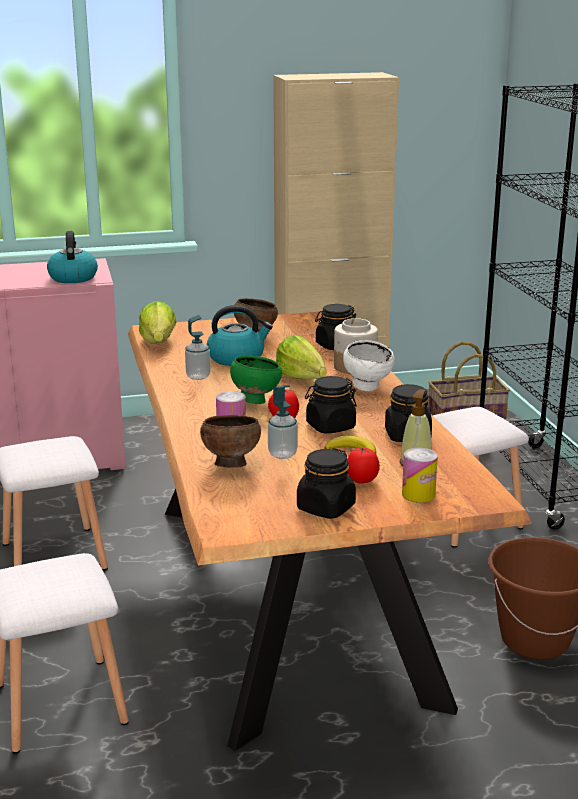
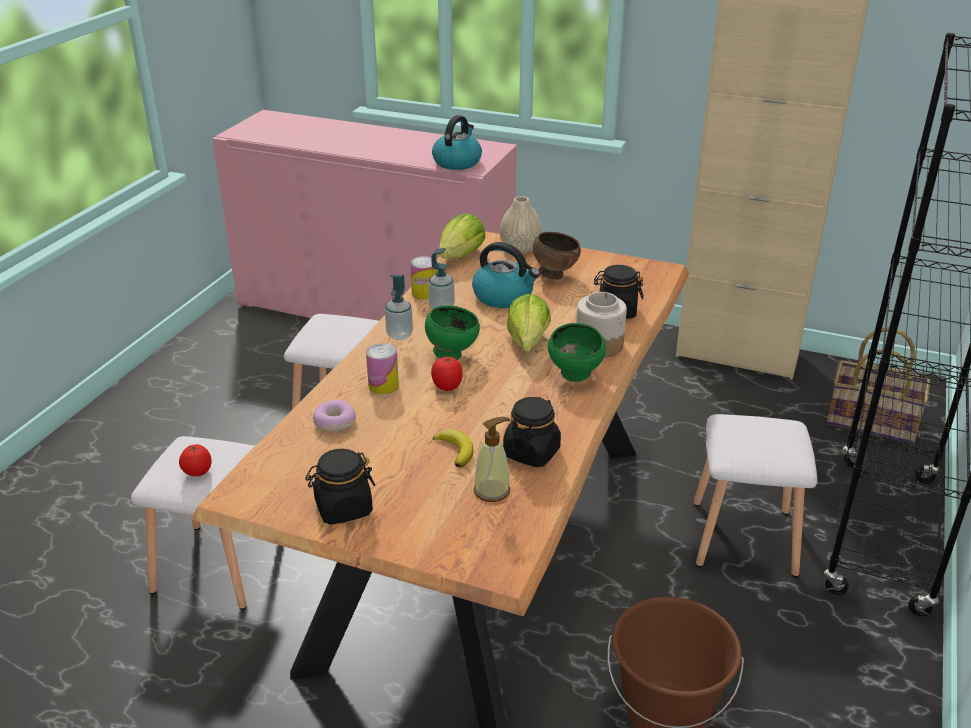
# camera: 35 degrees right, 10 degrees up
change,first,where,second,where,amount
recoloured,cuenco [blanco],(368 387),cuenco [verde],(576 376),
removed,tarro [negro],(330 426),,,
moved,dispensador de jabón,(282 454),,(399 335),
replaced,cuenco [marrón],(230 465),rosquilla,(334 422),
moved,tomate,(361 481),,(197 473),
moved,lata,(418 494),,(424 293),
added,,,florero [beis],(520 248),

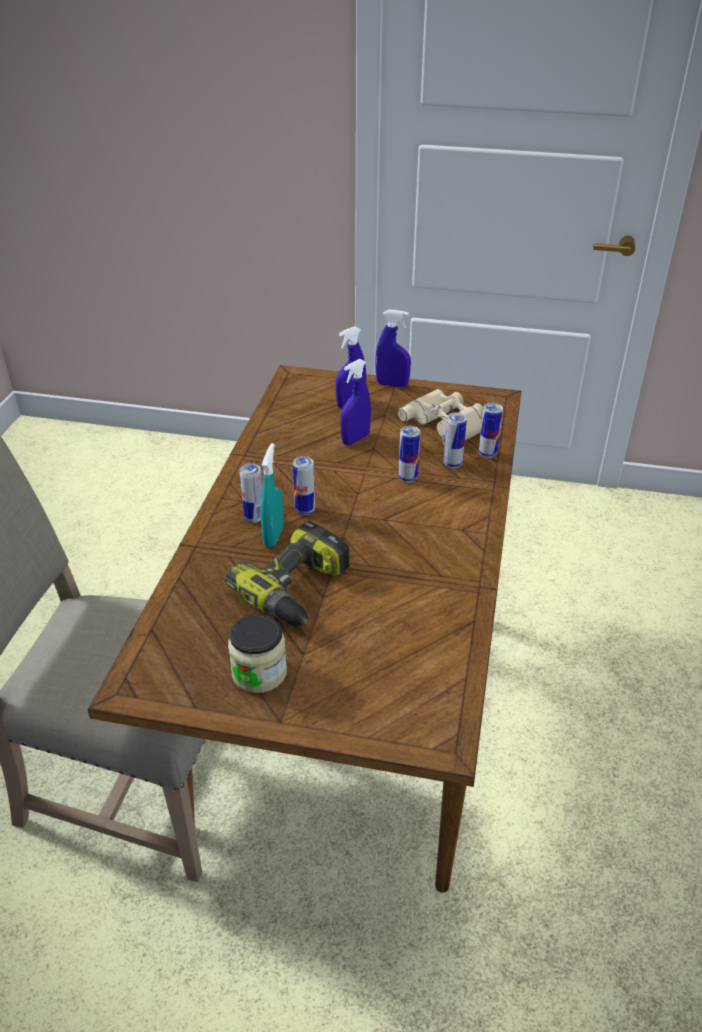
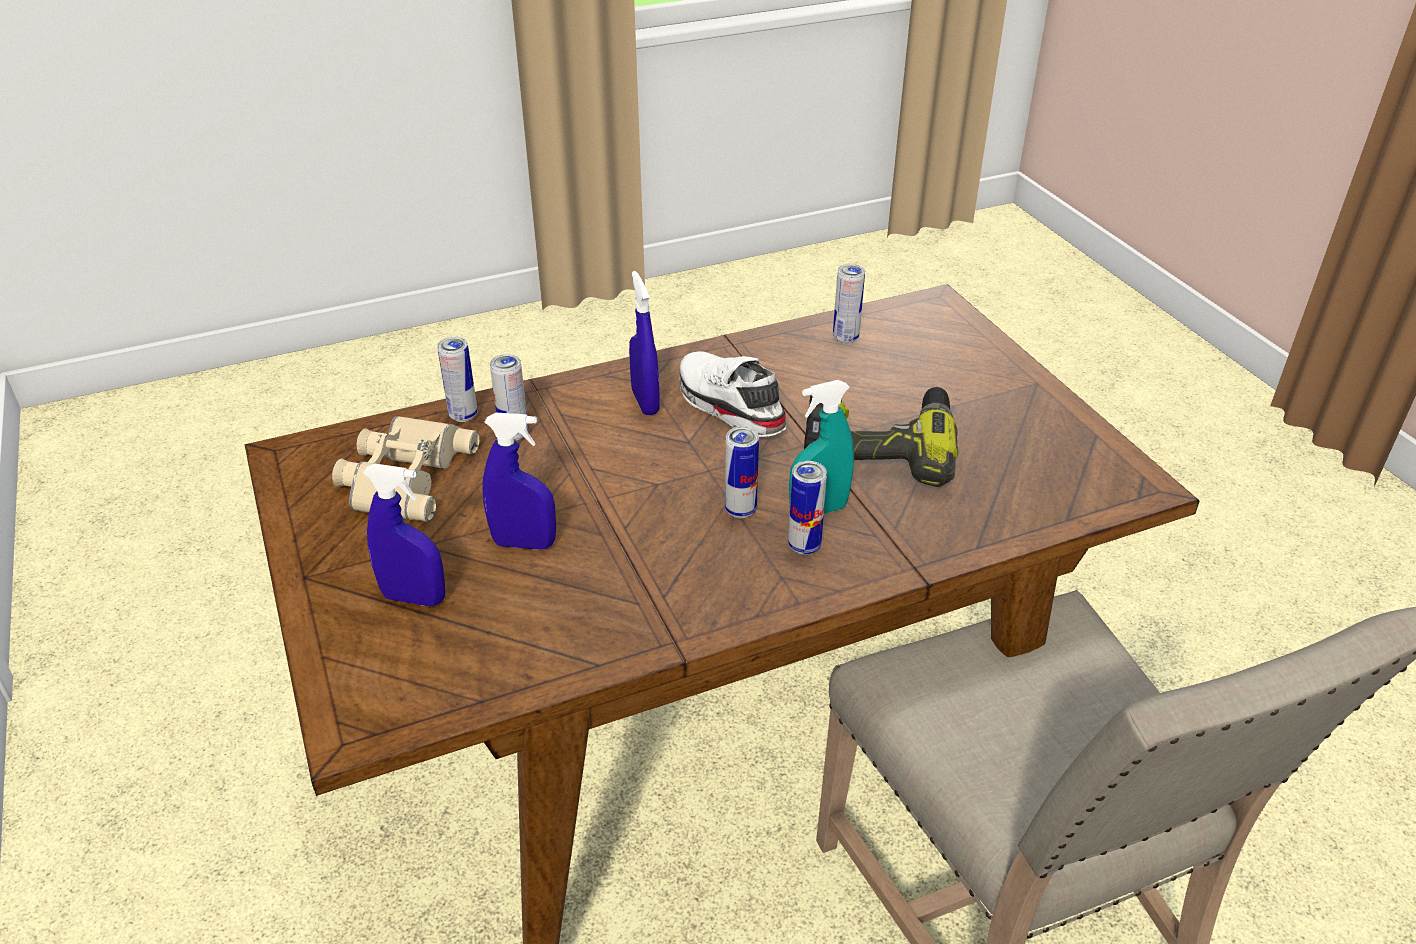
# camera: 125 degrees left, 0 degrees up
change,first,where,second,where,amount
moved,pulverizador [azul],(392 384),,(645 402),
moved,lata,(407 478),,(845 338),
removed,tarro,(259 672),,,
added,,,zapato [blanco],(727 407),

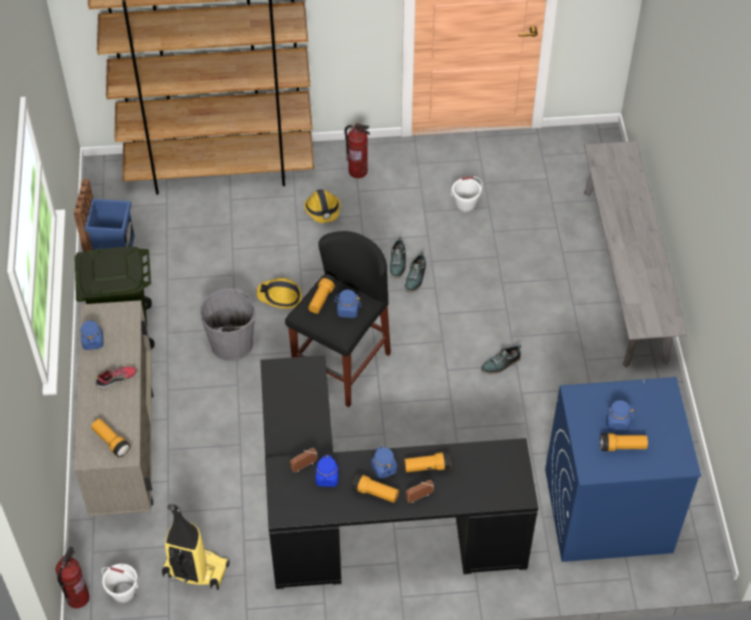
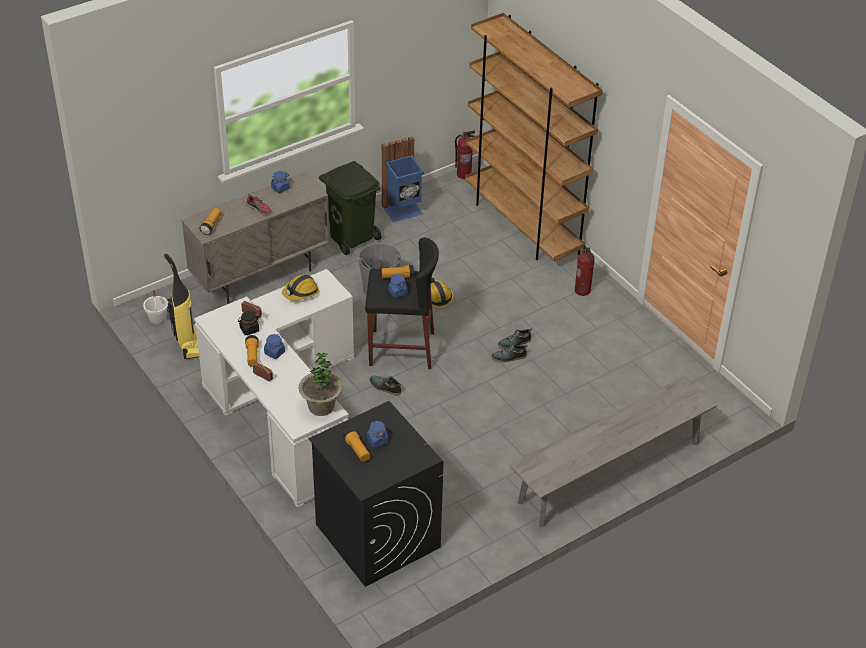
# camera: 60 degrees right, 10 degrees down
change,first,where,second,where,amount
removed,cubo [blanco],(465 205),,,
moved,casco,(323 210),,(301 293),
moved,zapato,(501 364),,(385 387),
recoloured,escritorio [negro],(368 521),escritorio [blanco],(283 410),
recoloured,lavadora [azul],(607 511),lavadora [negro],(376 535),
removed,linterna,(427 467),,,
recoloured,tarro [azul],(327 478),tarro [negro],(249 329),
moved,extintor,(77 597),,(464 174),
added,,,planta en maceta,(321 407),

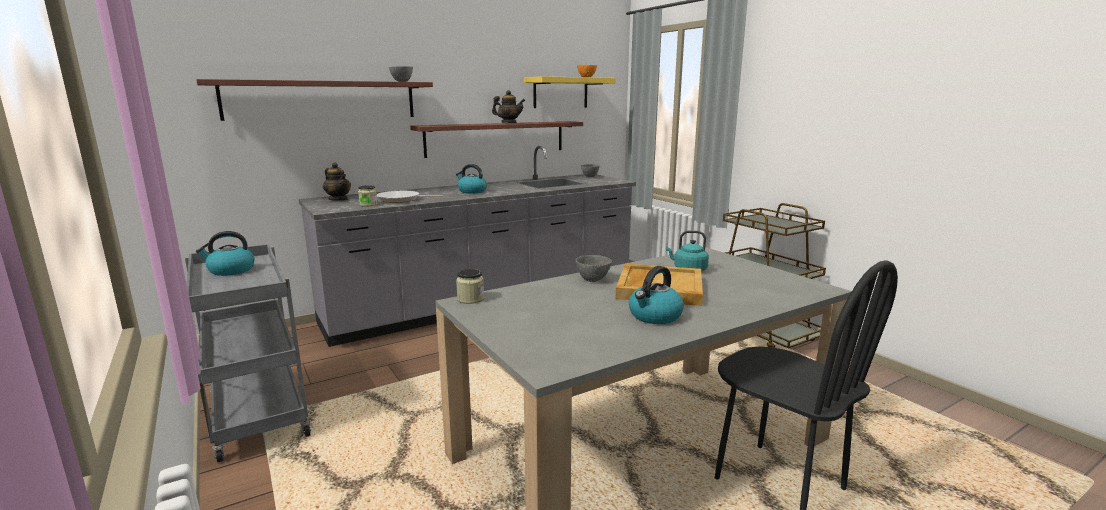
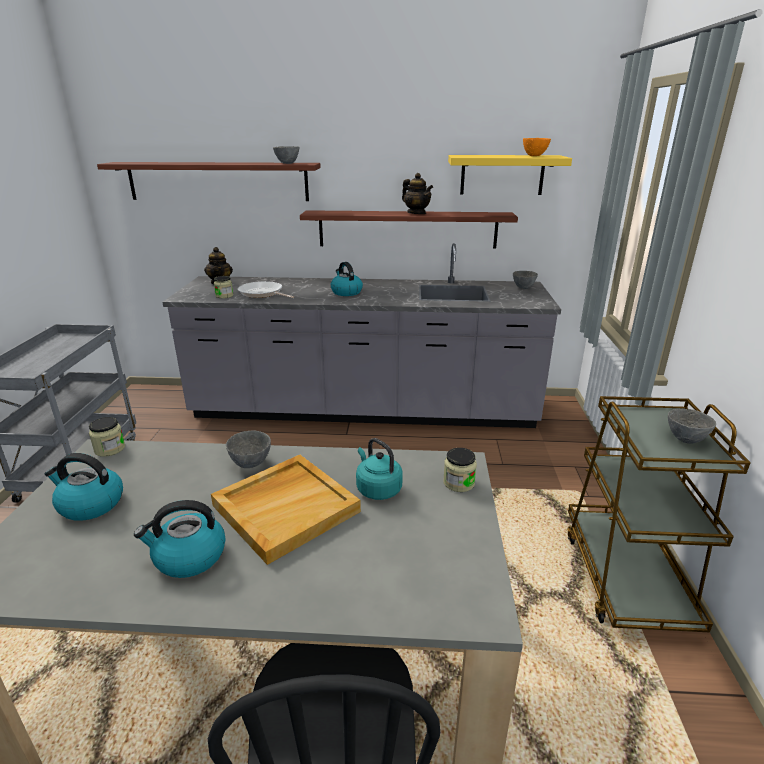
# camera: 35 degrees right, 10 degrees up
change,first,where,second,where,amount
moved,hervidor,(230 270),,(90 504),
added,,,cuenco [gris],(685 440),
added,,,tarro,(458 483),

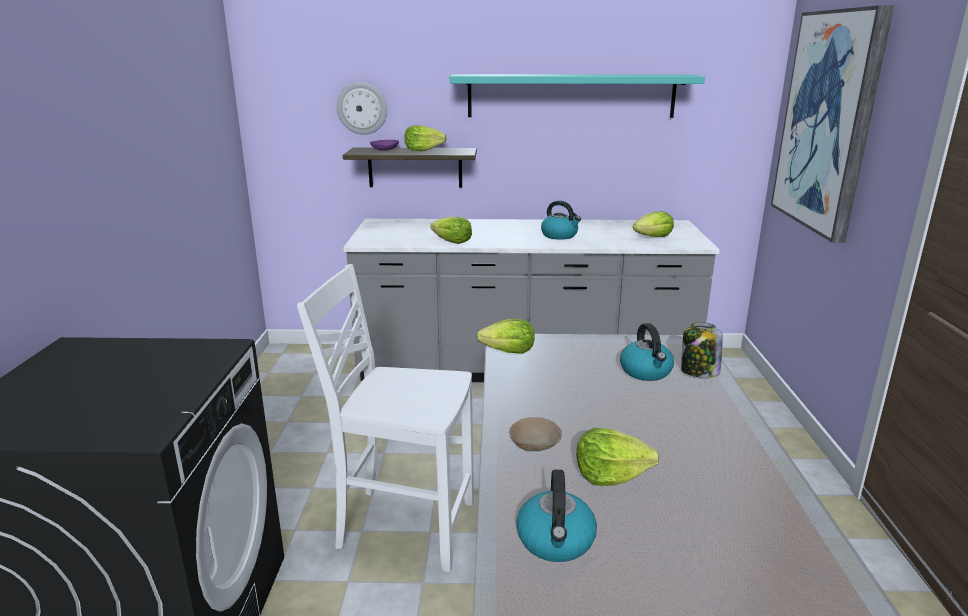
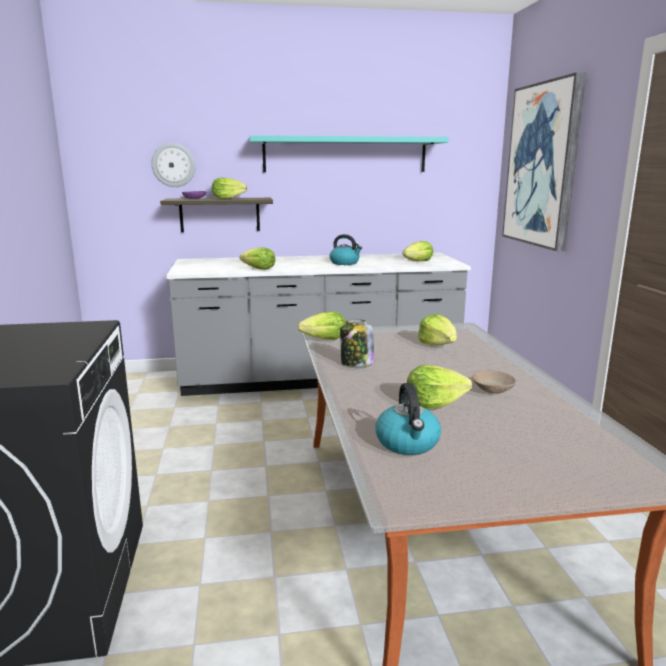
# camera: 10 degrees left, 5 degrees down
change,first,where,second,where,amount
removed,silla [blanco],(404 525),,,
moved,tarro,(699 372),,(356 363),
replaced,hervidor,(646 371),lechuga,(437 344),
moved,cuenco [beis],(535 443),,(493 389),

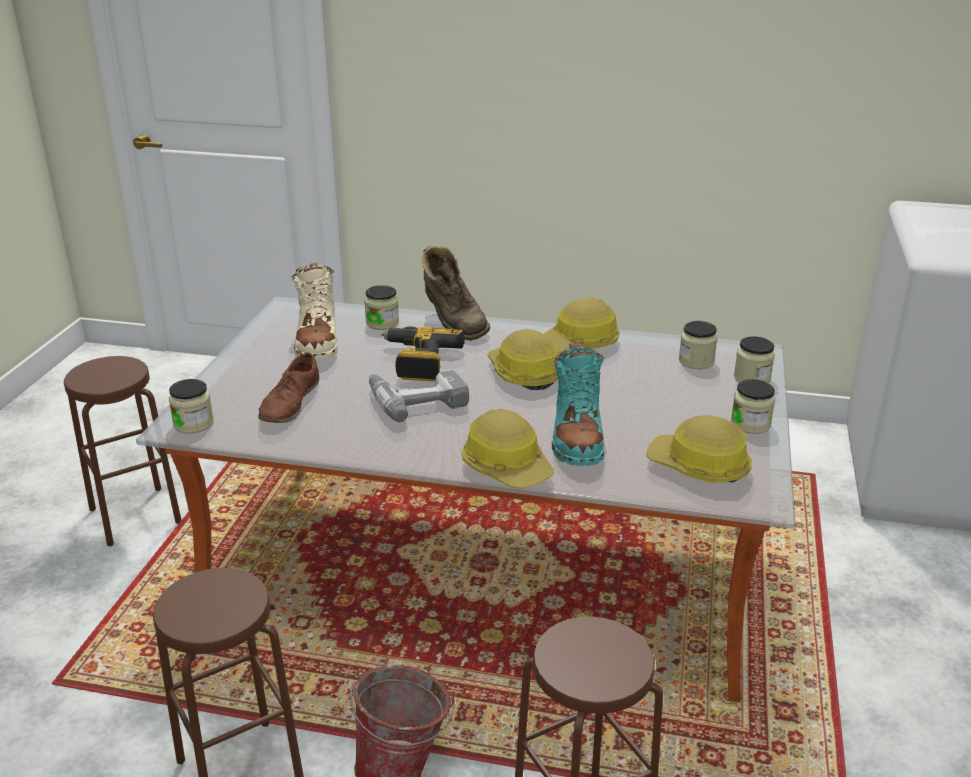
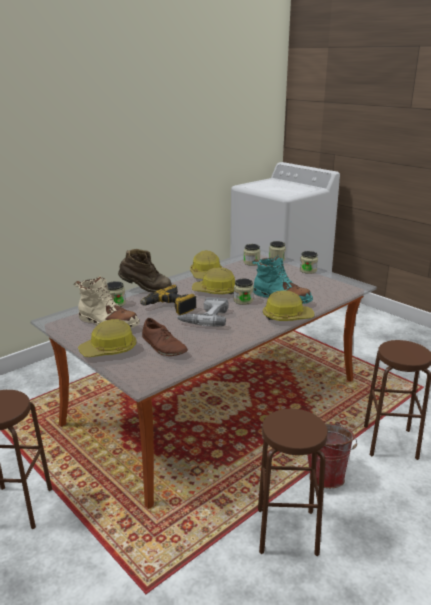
# camera: 55 degrees left, 5 degrees down
change,first,where,second,where,amount
moved,tarro,(193 423),,(243 301),
moved,casco,(699 467),,(109 350),

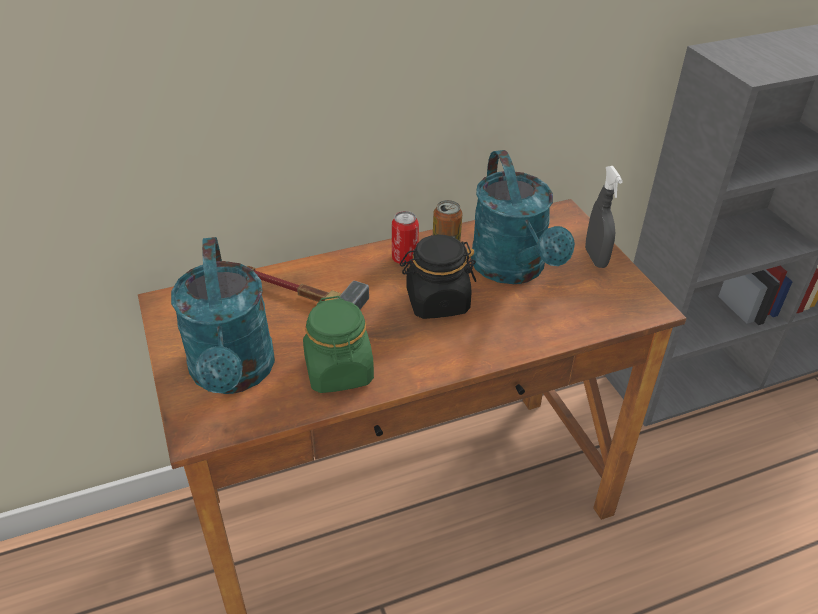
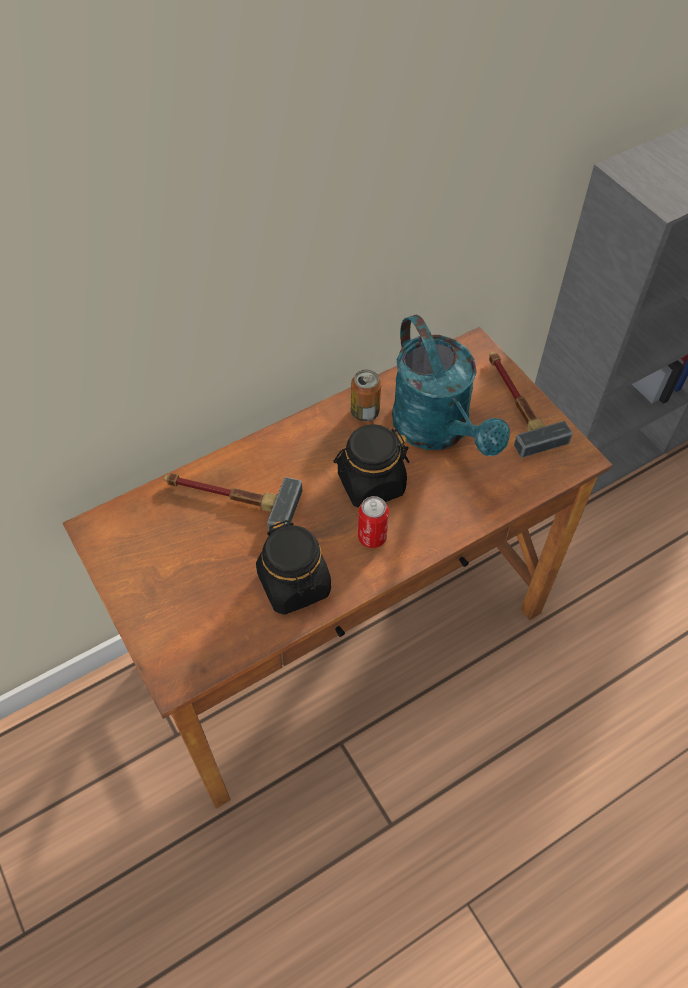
# camera: 10 degrees left, 15 degrees up
change,first,where,second,where,amount
replaced,pulverizador [gris],(595 258),martillo,(516 403),
moved,lata,(404 258),,(372 537),
removed,regadera [turquesa],(233 374),,,
recoloured,tarro [verde],(339 371),tarro [negro],(294 584),

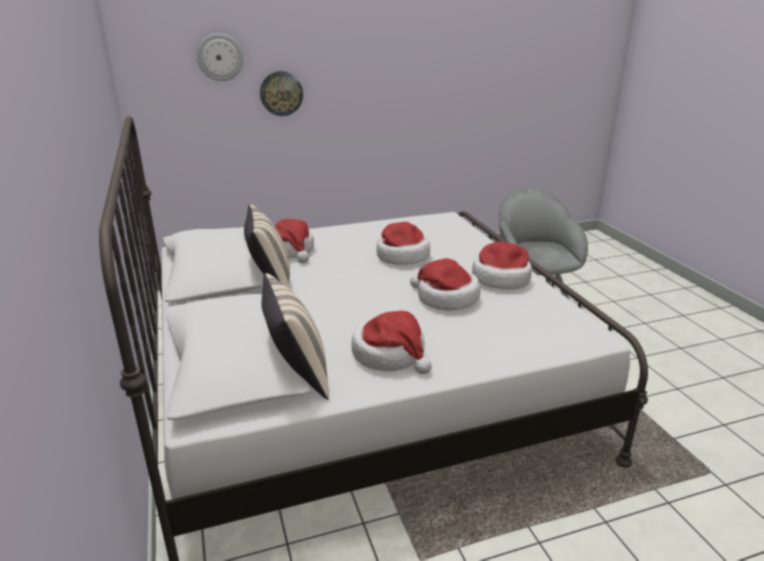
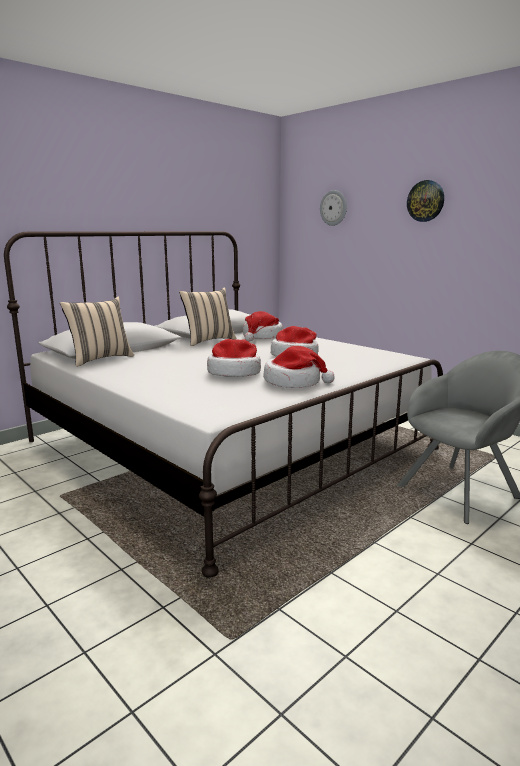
# camera: 65 degrees right, 10 degrees down
change,first,where,second,where,amount
moved,reloj de pared,(281 93),,(425 201),
removed,sombrero,(390 354),,,

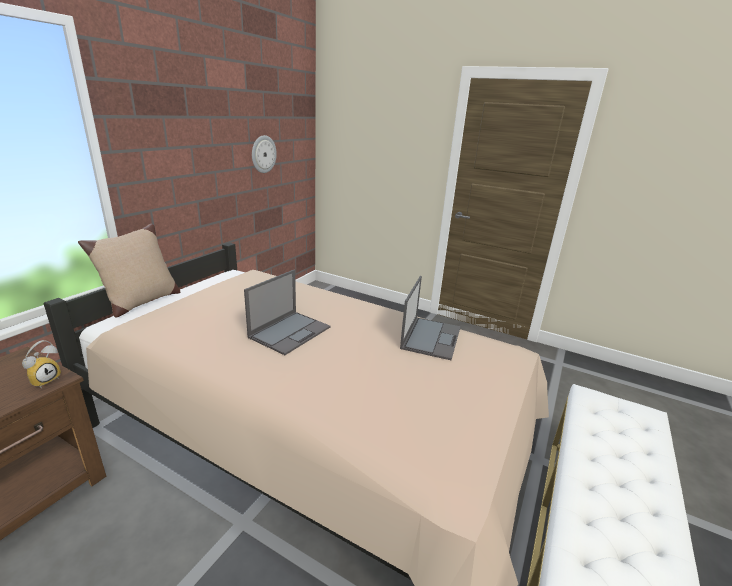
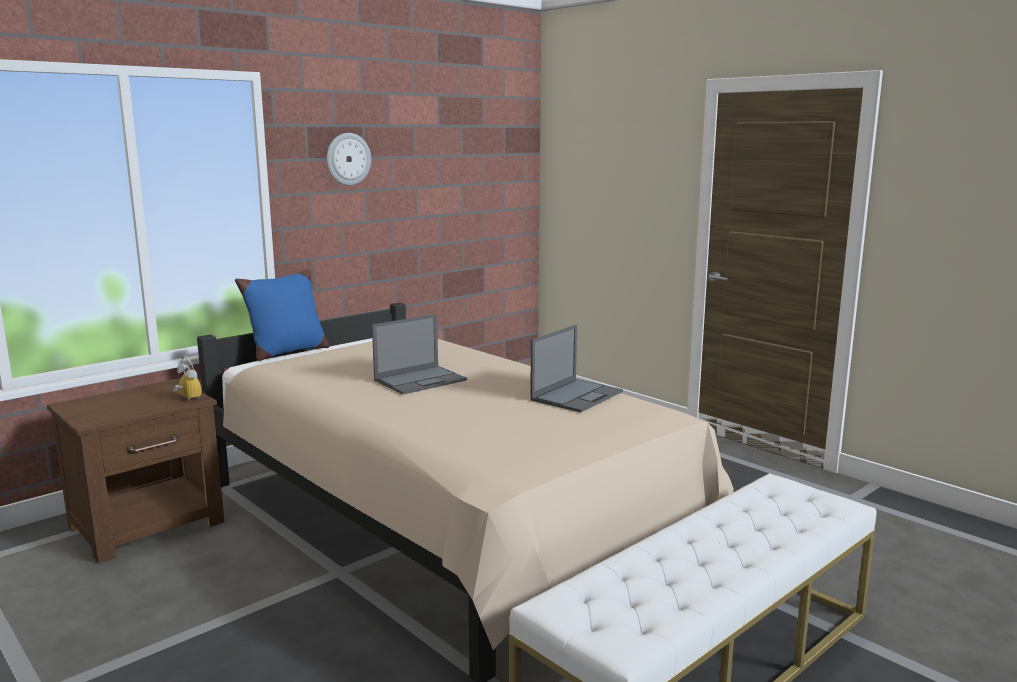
# camera: 20 degrees right, 10 degrees down
change,first,where,second,where,amount
moved,reloj de pared,(263 154),,(348 159),
recoloured,cojín [beis],(141 302),cojín [azul],(286 352),
turned,despertador,(45 380),,(186 399),90 degrees counterclockwise

